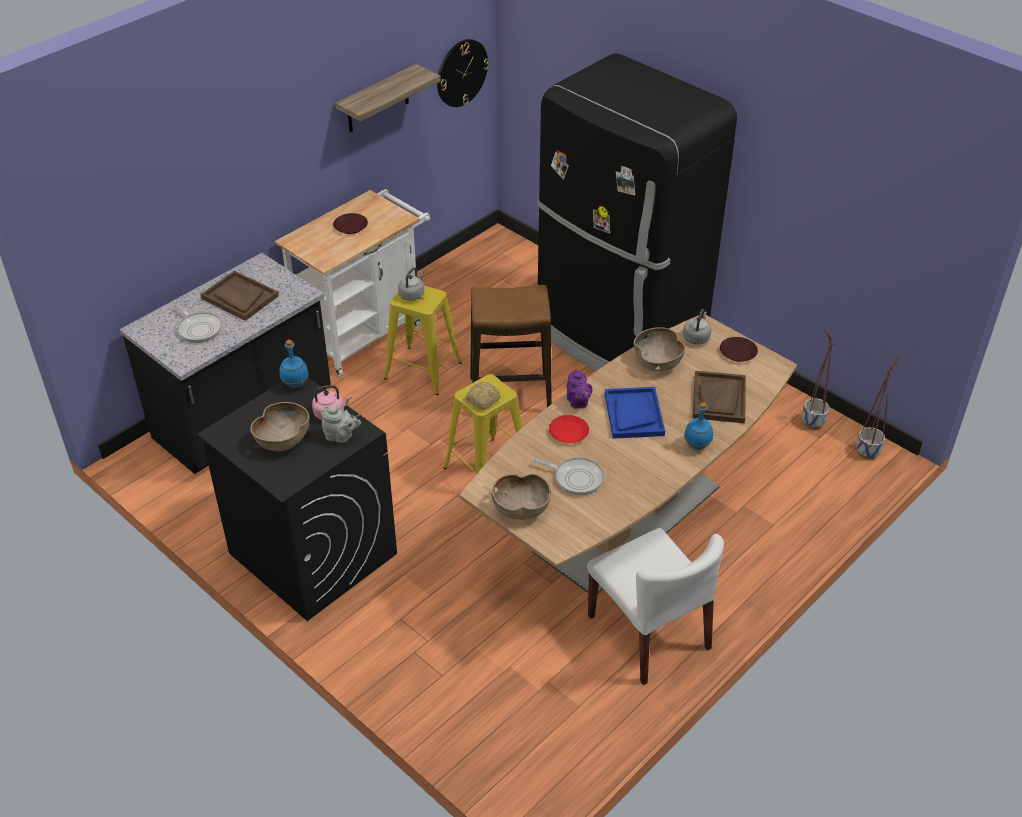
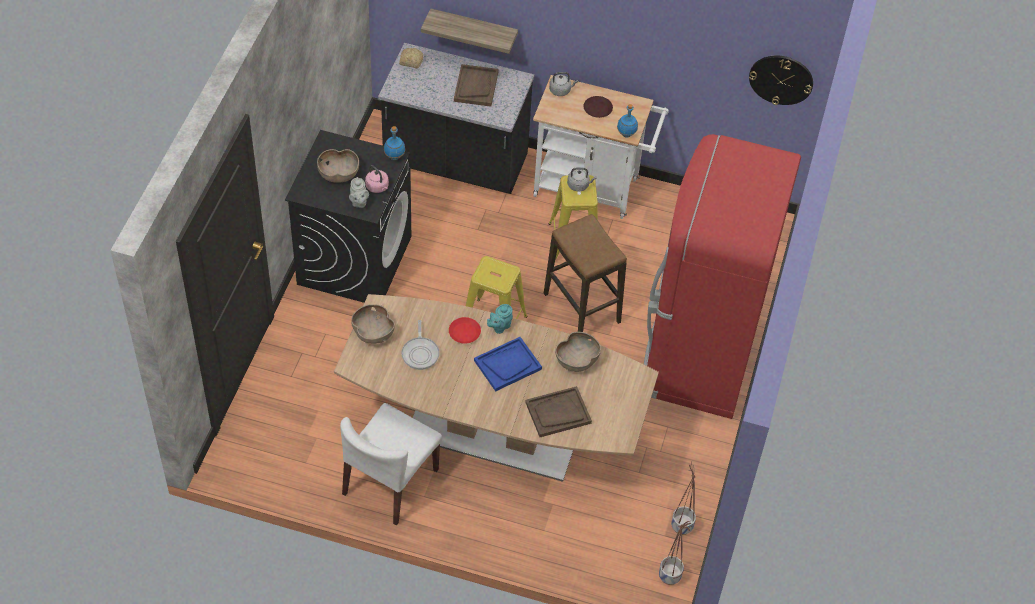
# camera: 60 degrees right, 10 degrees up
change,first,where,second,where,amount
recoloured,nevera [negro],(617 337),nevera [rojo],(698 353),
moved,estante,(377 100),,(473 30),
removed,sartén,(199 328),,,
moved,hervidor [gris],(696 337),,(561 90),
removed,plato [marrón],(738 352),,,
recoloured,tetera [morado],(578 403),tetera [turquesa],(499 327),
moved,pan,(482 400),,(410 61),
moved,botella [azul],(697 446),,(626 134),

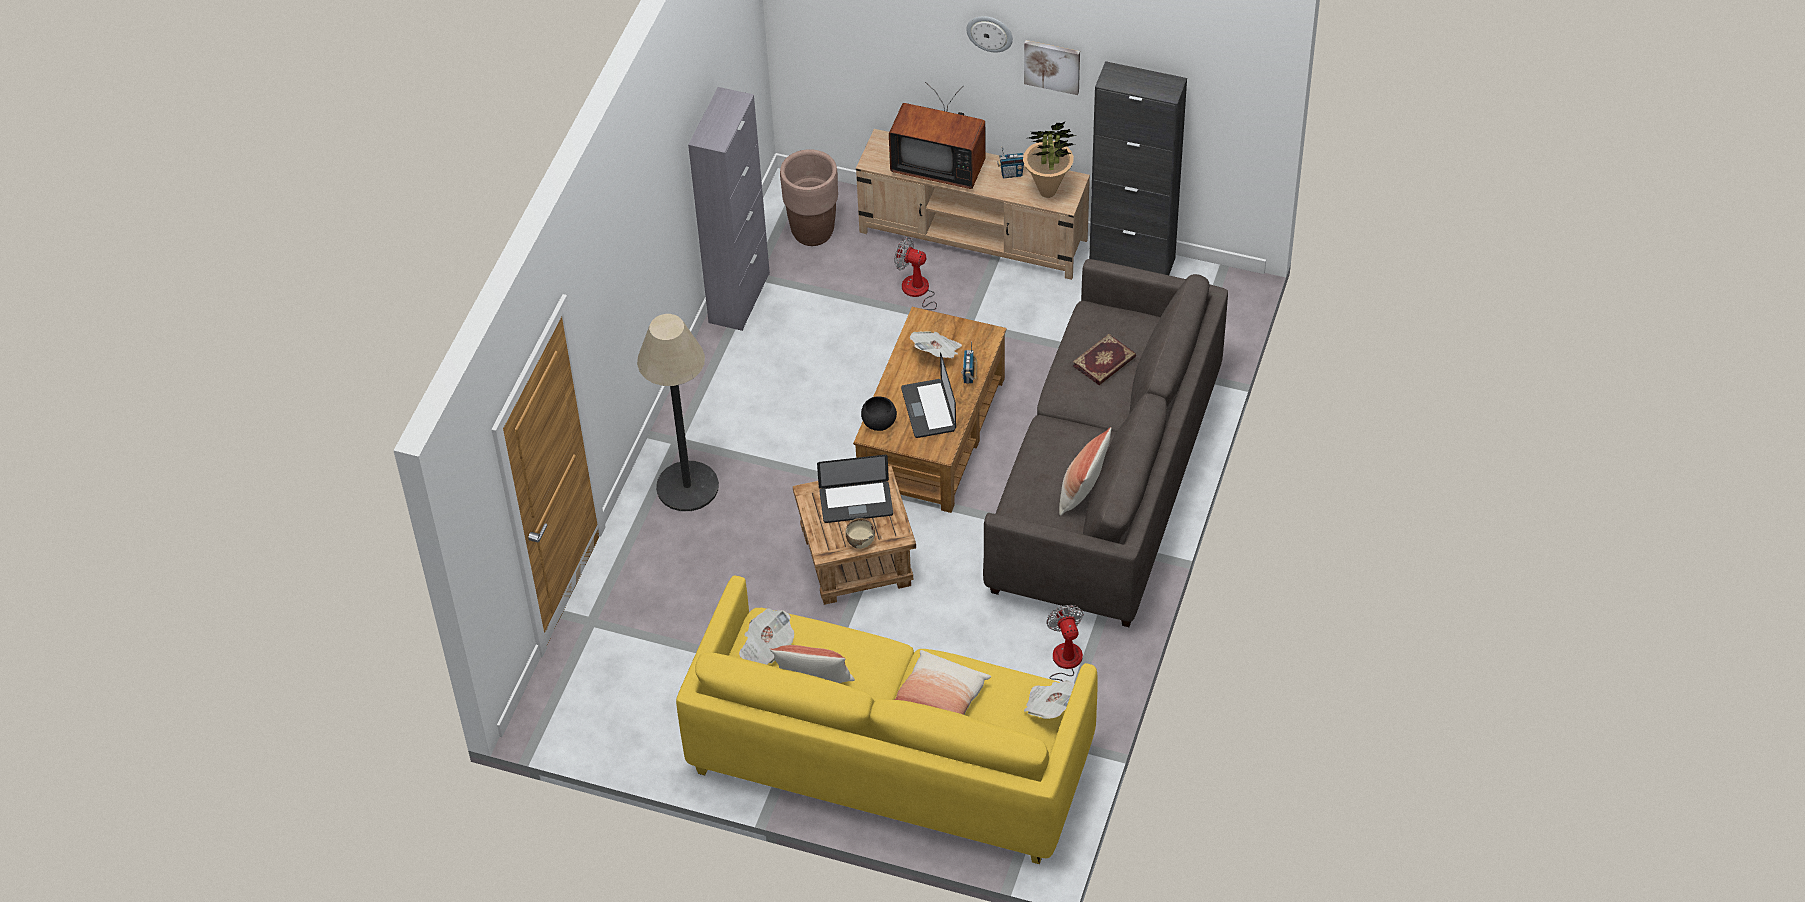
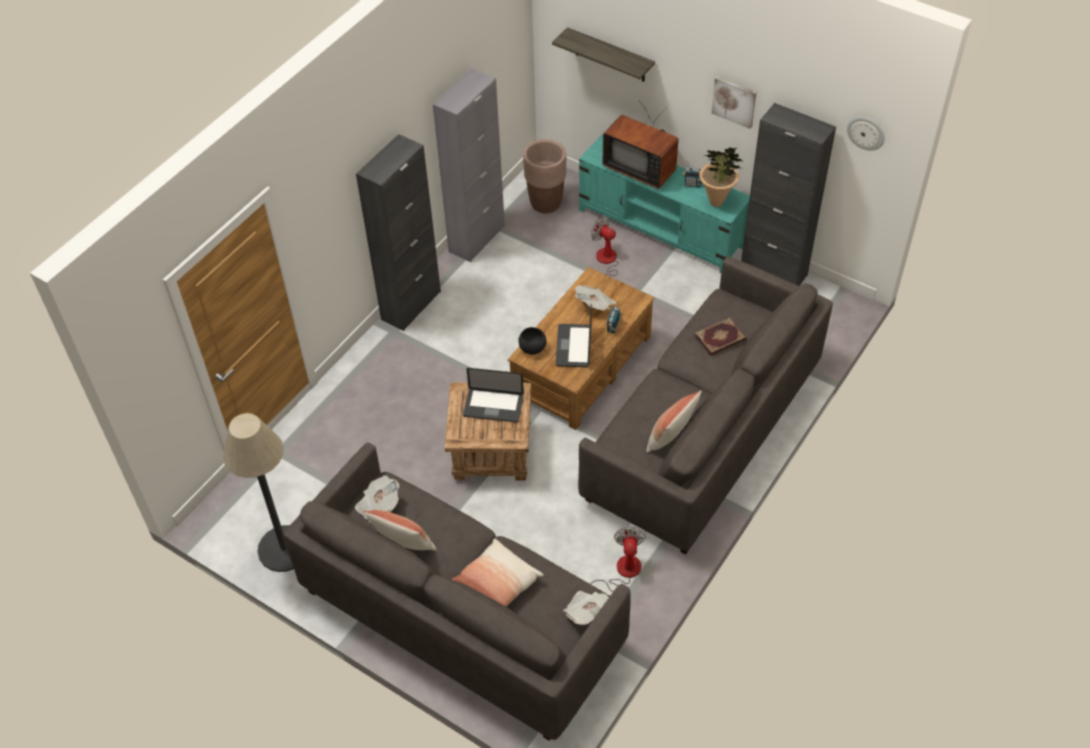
# camera: 15 degrees right, 0 degrees up
change,first,where,second,where,amount
moved,reloj de pared,(990 33),,(866 132),
recoloured,mueble de televisión [beis],(974 236),mueble de televisión [turquesa],(661 229),
moved,lámpara de pie,(687 486),,(284 548),
removed,cuenco [beis],(860 541),,,
recoloured,sofá [amarillo],(890 757),sofá [gris],(461 616),
added,,,estante,(610 55),
added,,,armario [negro],(411 305),

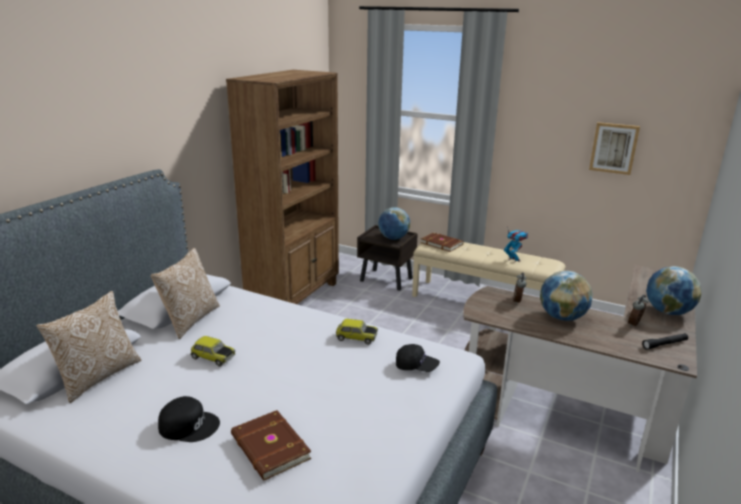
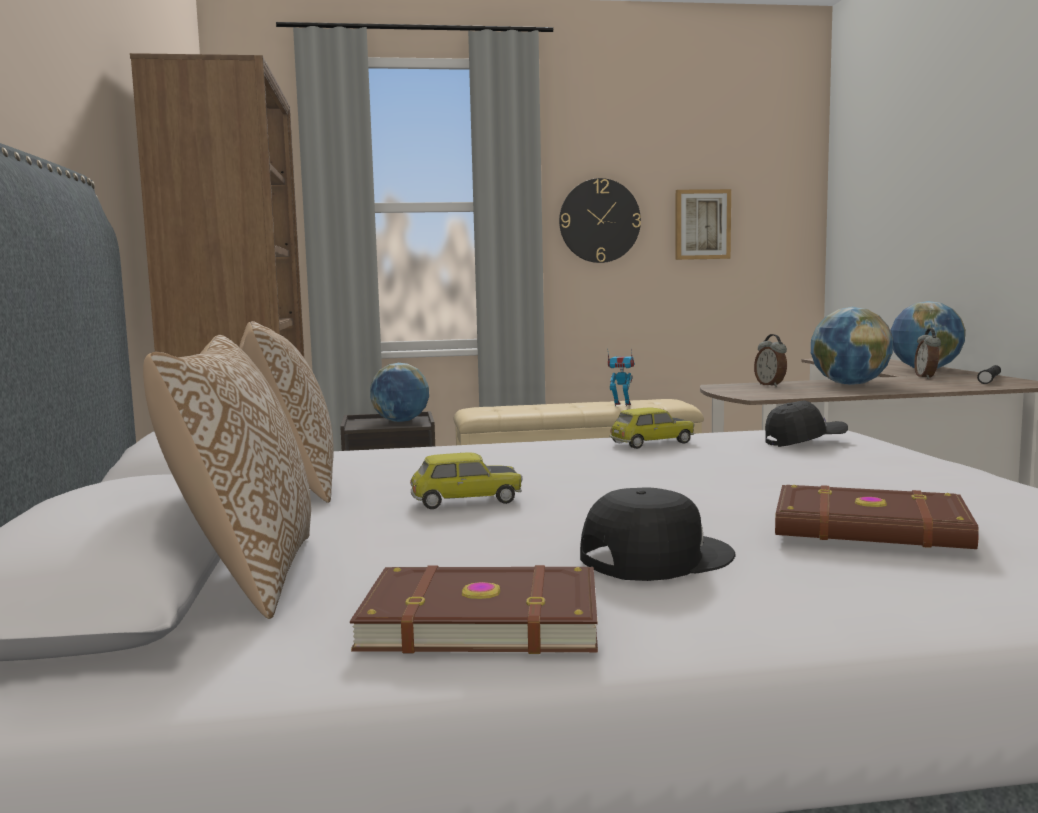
# camera: 35 degrees left, 15 degrees down
change,first,where,second,where,amount
moved,libro [marrón],(441 243),,(481 618),
added,,,reloj de pared,(599 221),

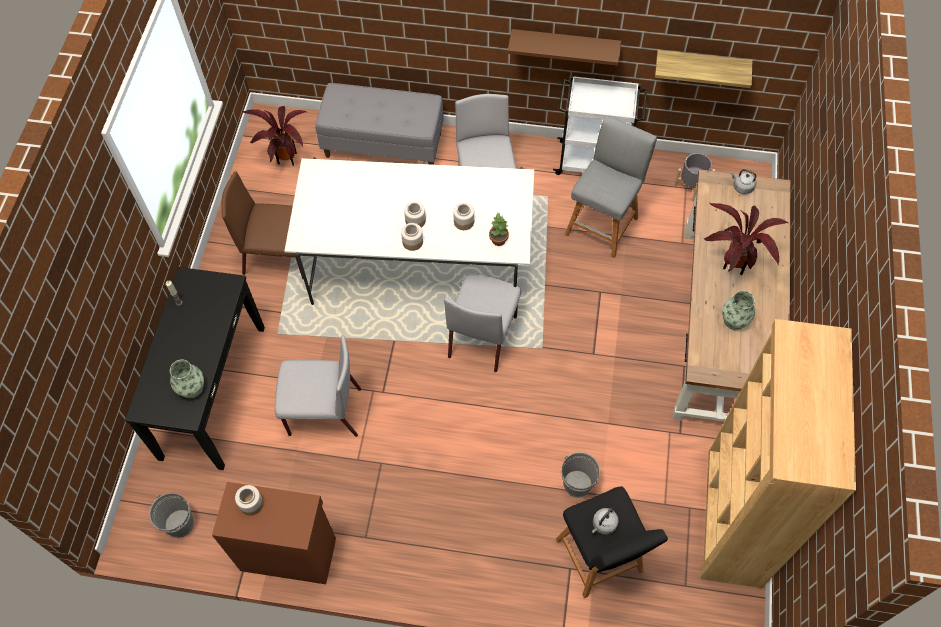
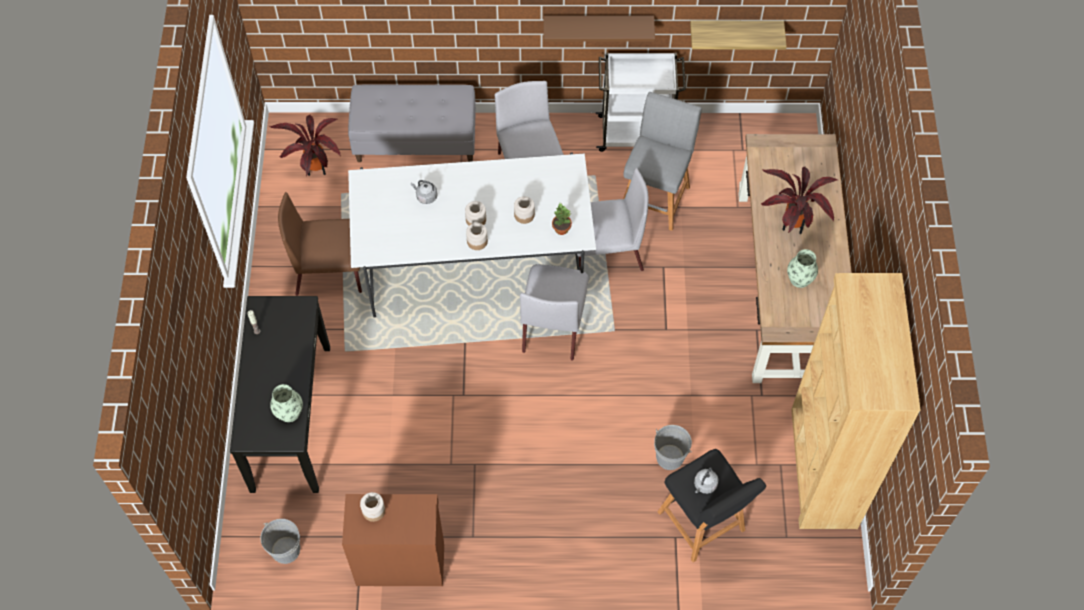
# camera: 10 degrees left, 0 degrees up
change,first,where,second,where,amount
removed,maceta [gris],(691 186),,,
moved,hervidor [gris],(741 187),,(425 196),
moved,silla [gris],(323 412),,(605 253),

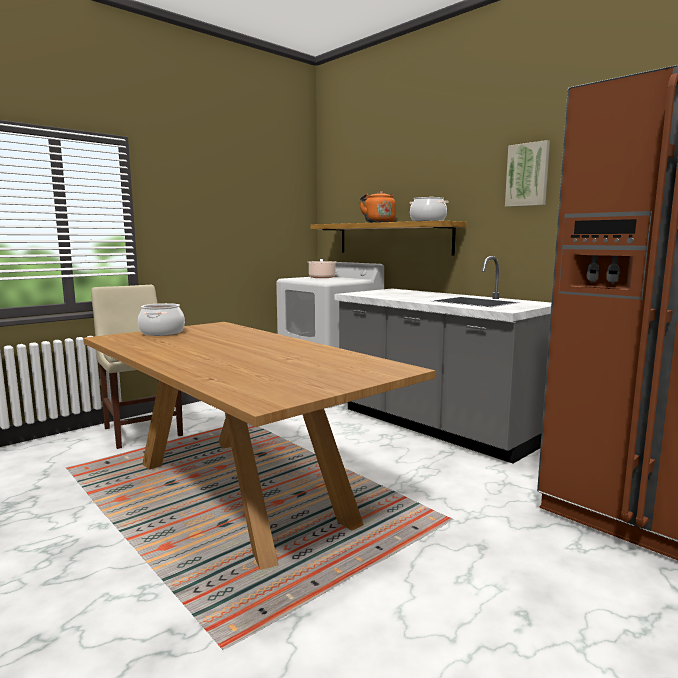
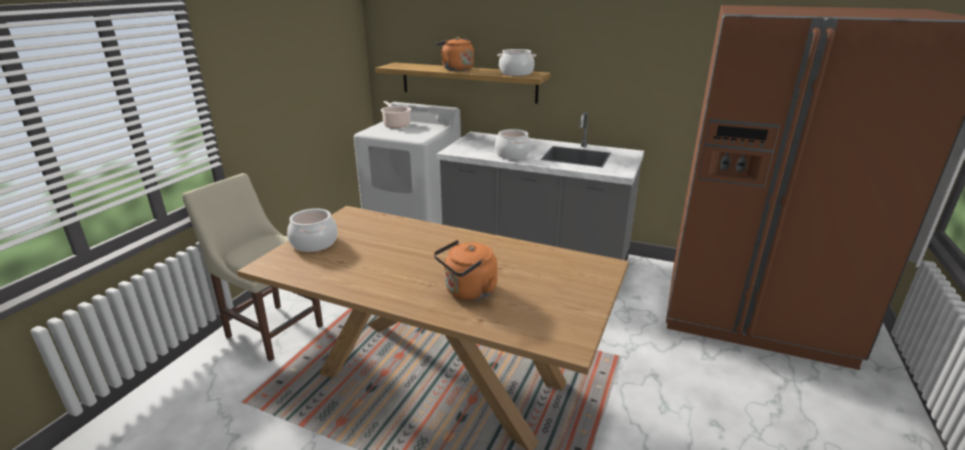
# camera: 25 degrees left, 15 degrees up
change,first,where,second,where,amount
removed,cuadro,(528 175),,,
added,,,olla,(512 155),
added,,,hervidor [naranja],(468 292),

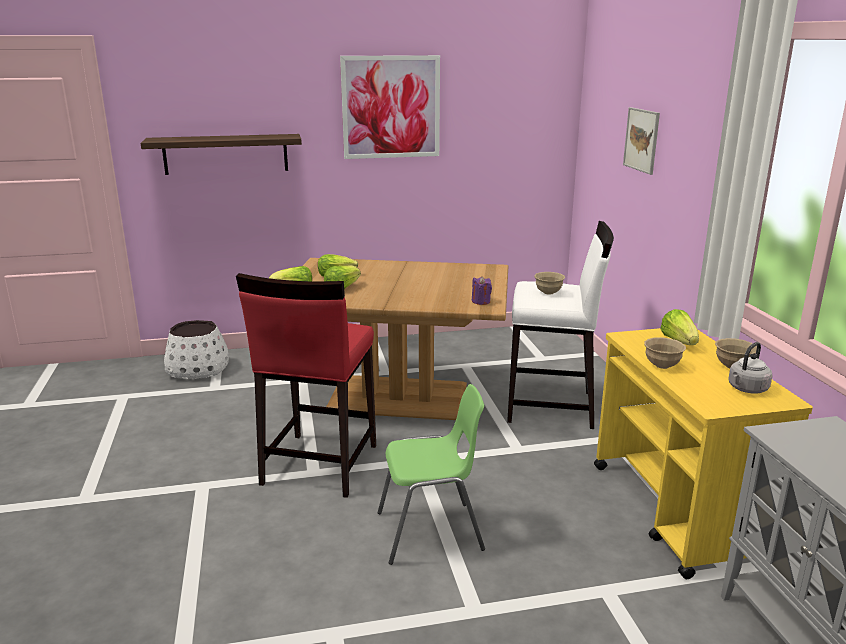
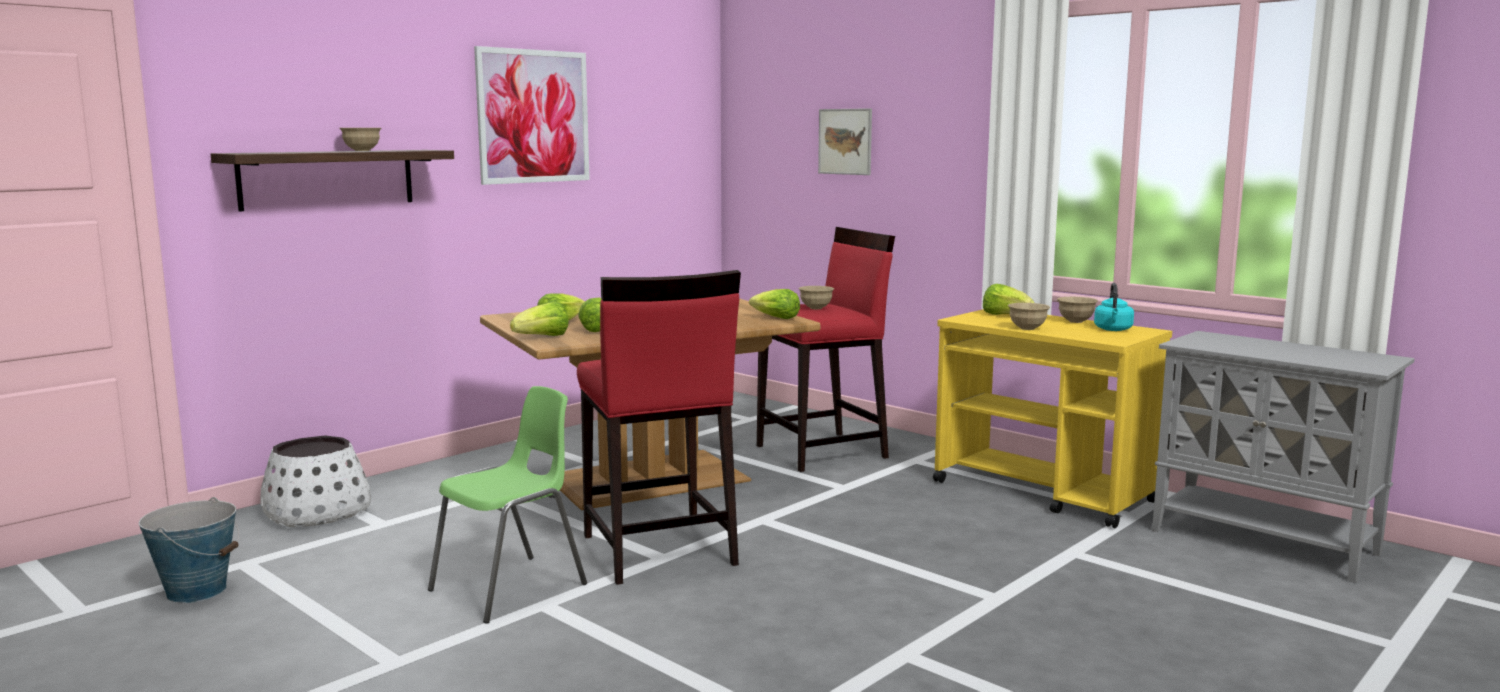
# camera: 35 degrees left, 10 degrees down
change,first,where,second,where,amount
recoloured,taburete [blanco],(551 407),taburete [rojo],(823 452),
replaced,vela [morado],(481 301),lechuga,(775 318),
recoloured,hervidor [gris],(746 389),hervidor [turquesa],(1113 330),
moved,silla [verde],(431 532),,(511 588),
added,,,cuenco [beis],(362 150),
added,,,cubo,(197 591),

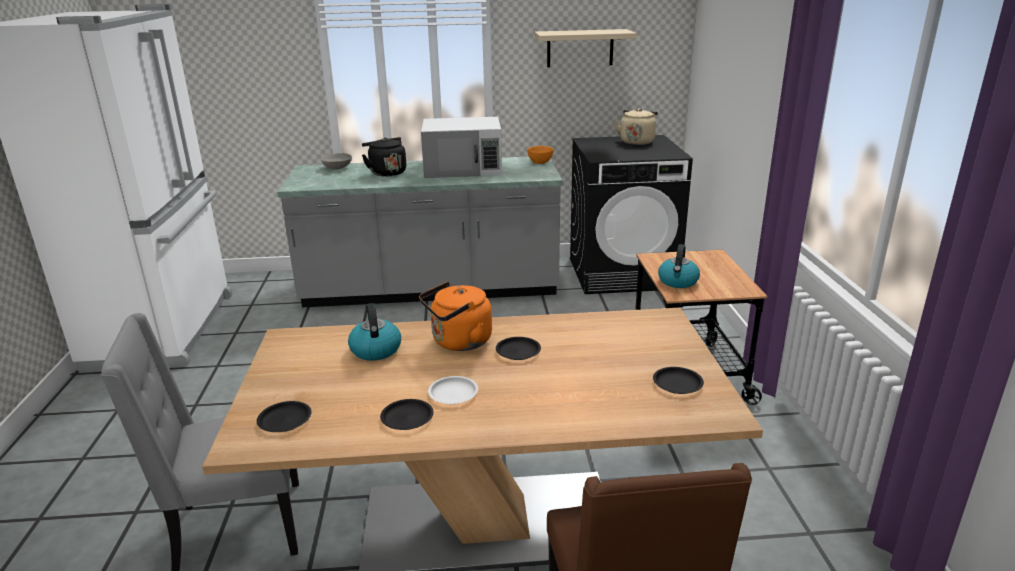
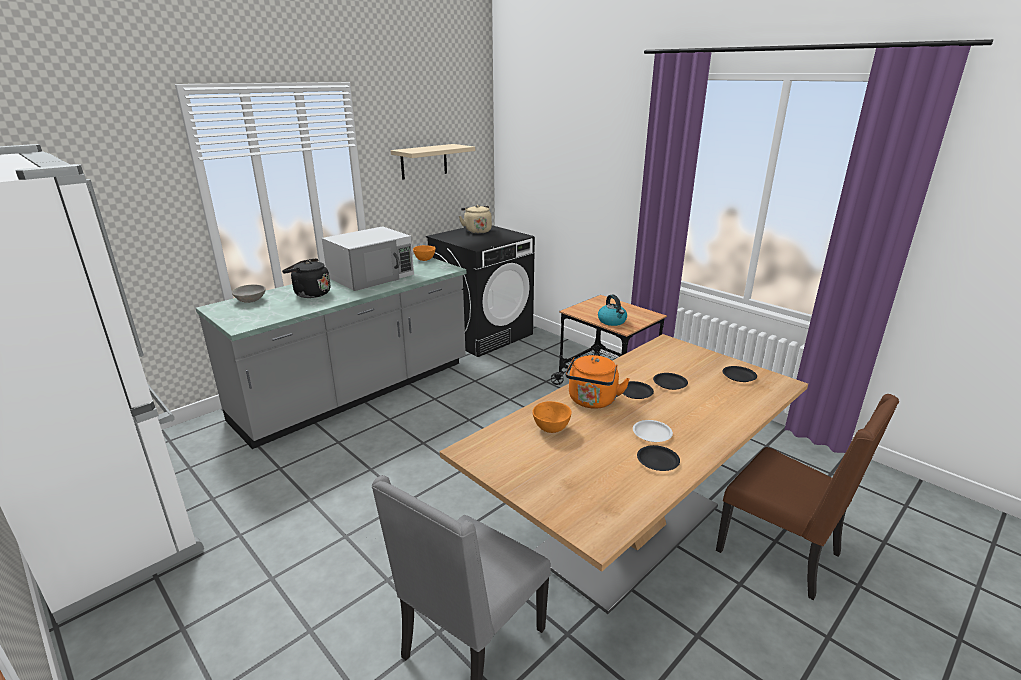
# camera: 40 degrees left, 0 degrees up
change,first,where,second,where,amount
replaced,hervidor,(375 349),cuenco [naranja],(551 429),
moved,plato [negro],(285 420),,(670 383),

